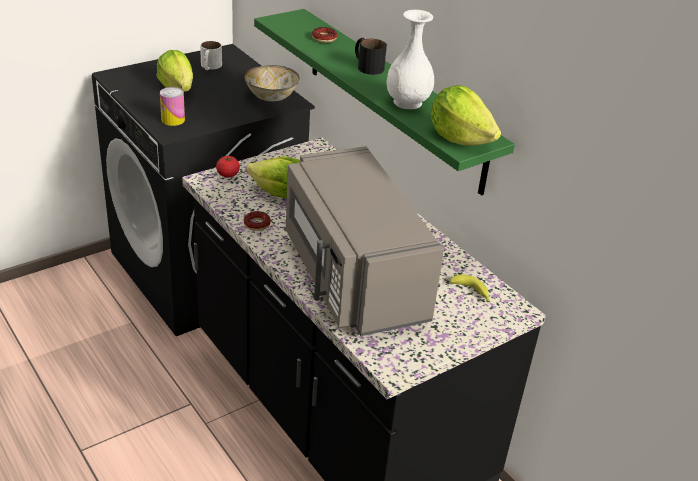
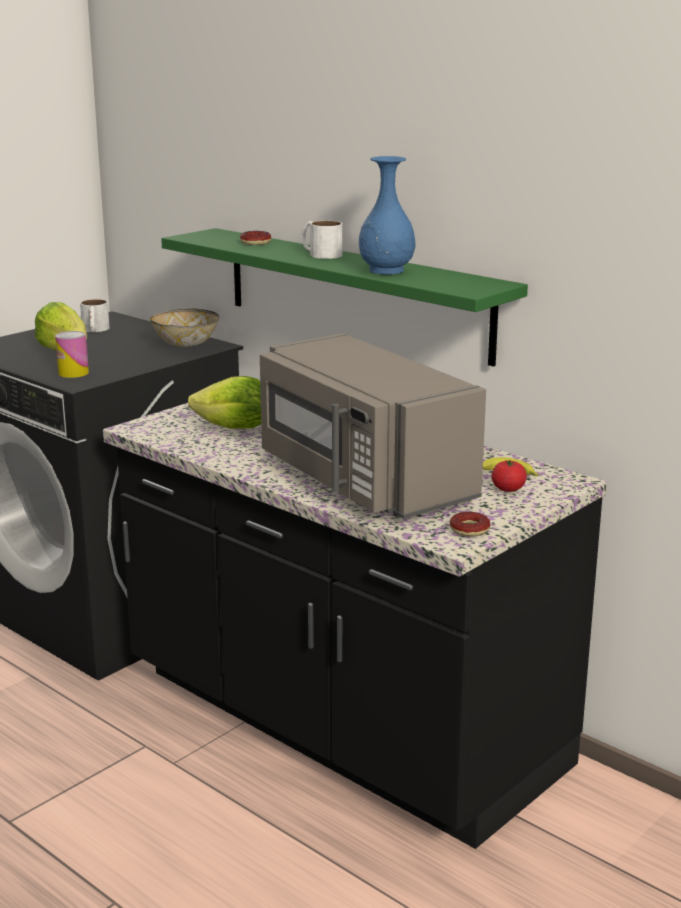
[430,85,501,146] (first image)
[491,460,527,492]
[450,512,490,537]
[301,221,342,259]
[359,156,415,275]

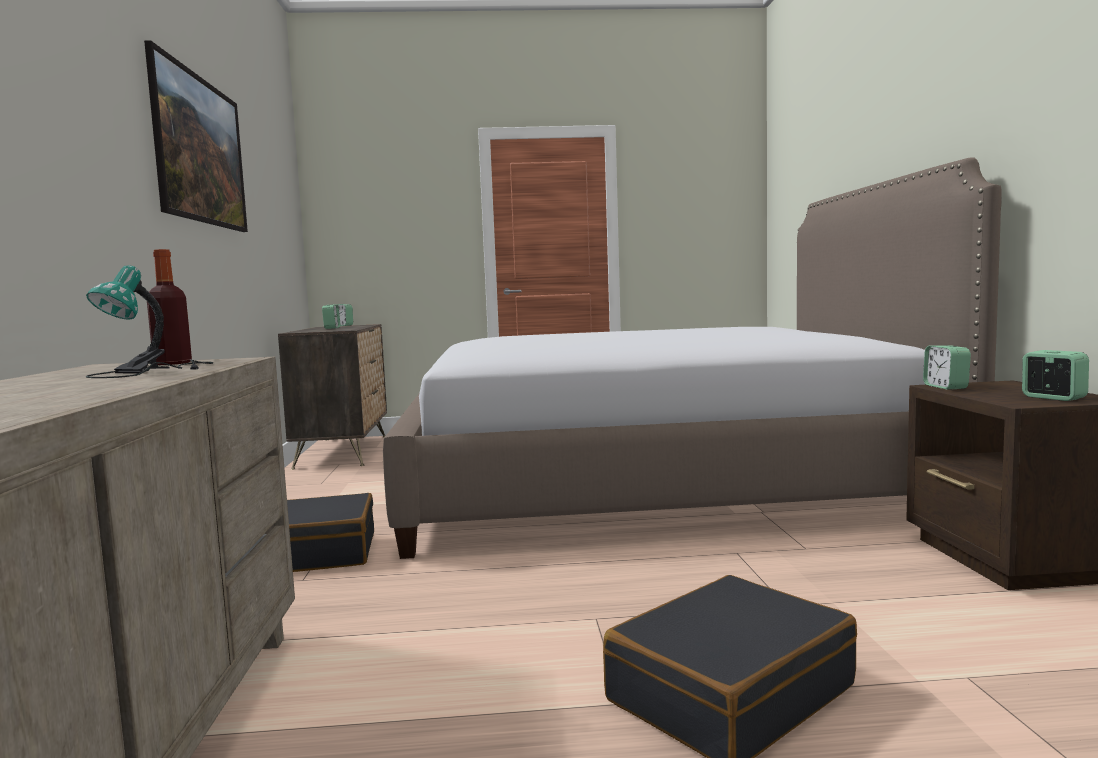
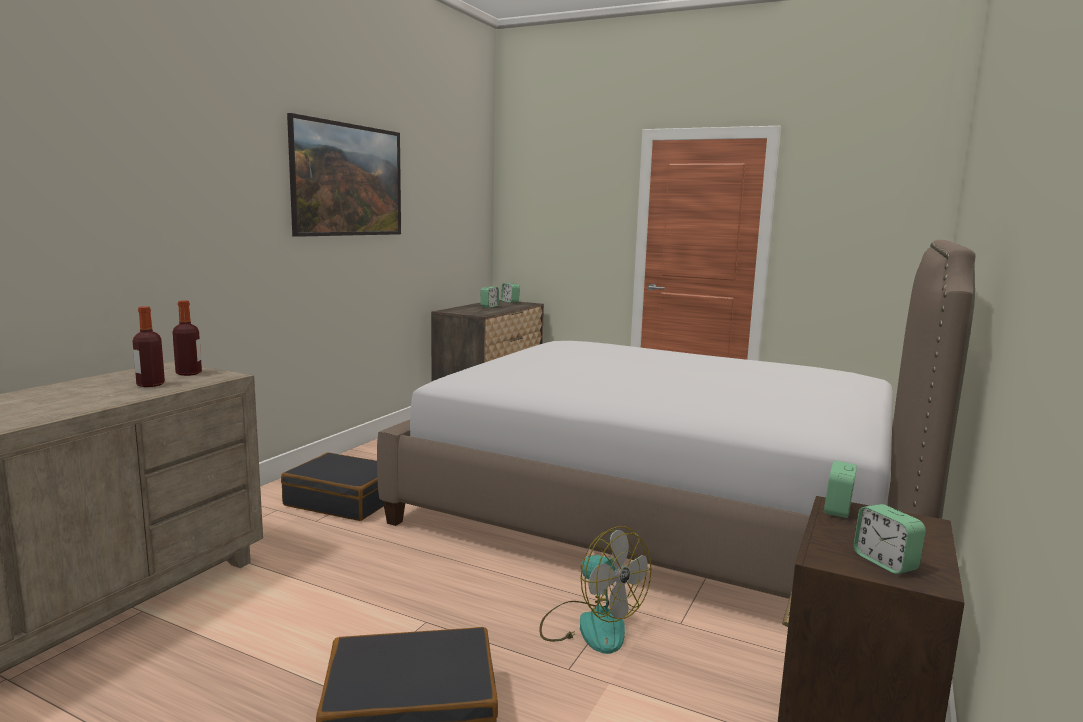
[539,526,651,654]
[133,306,165,387]
[853,504,926,574]

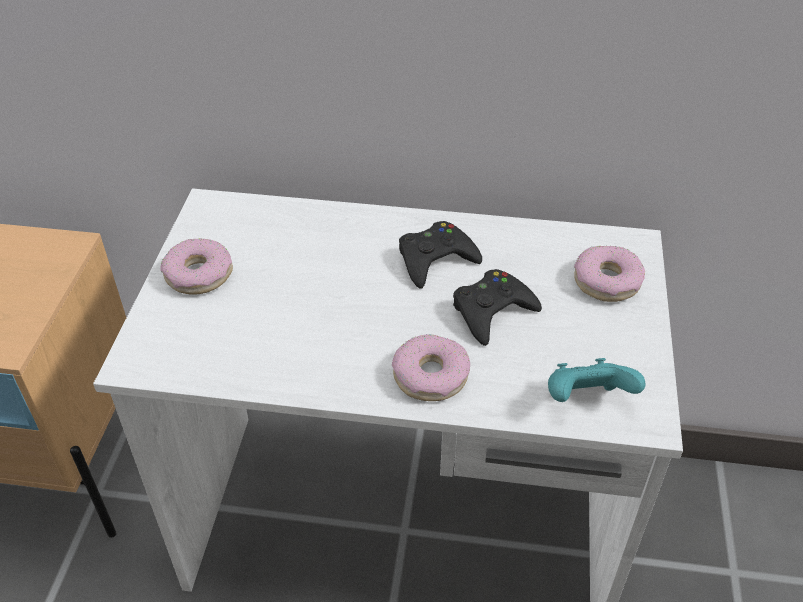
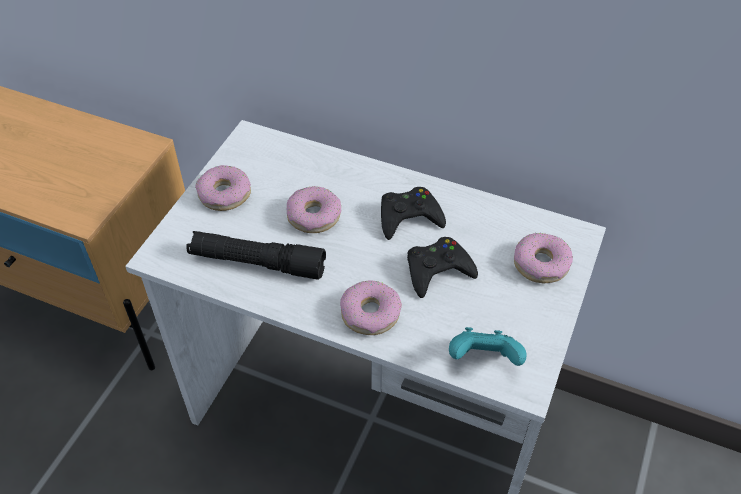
[186,231,326,280]
[287,186,341,233]

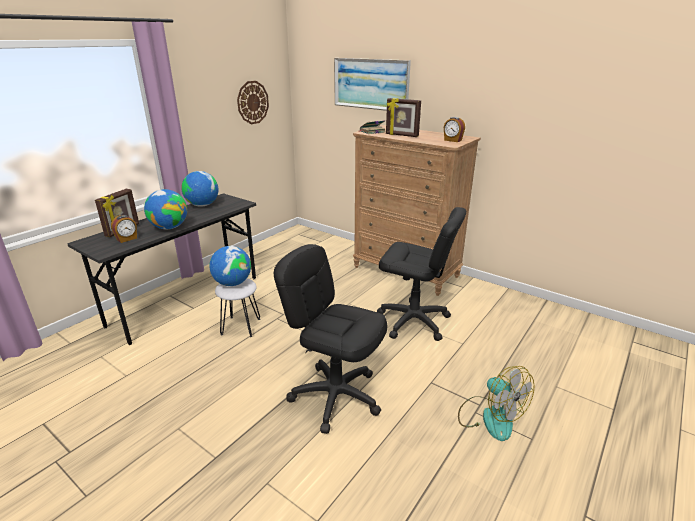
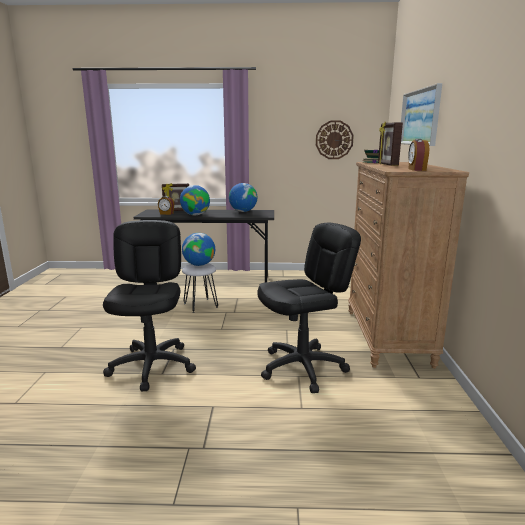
[458,366,534,441] (first image)
[257,223,361,393]

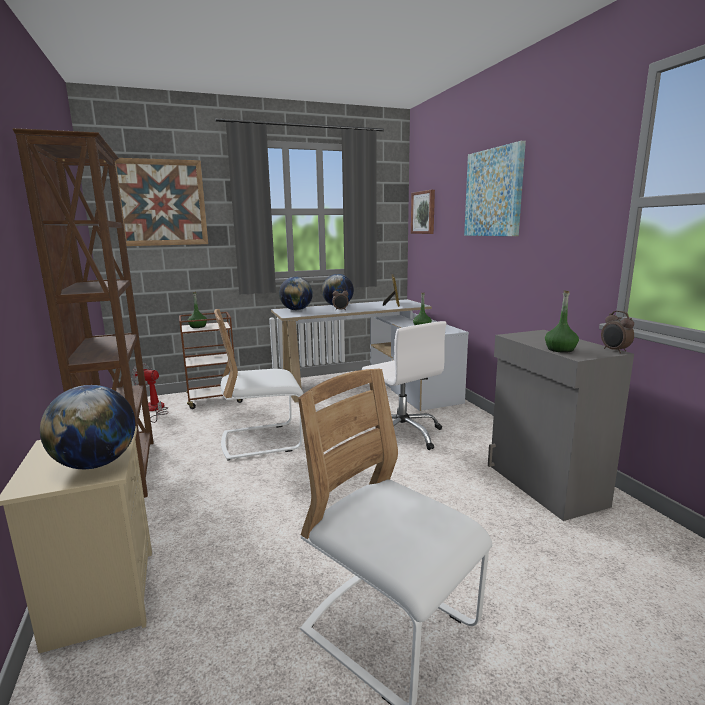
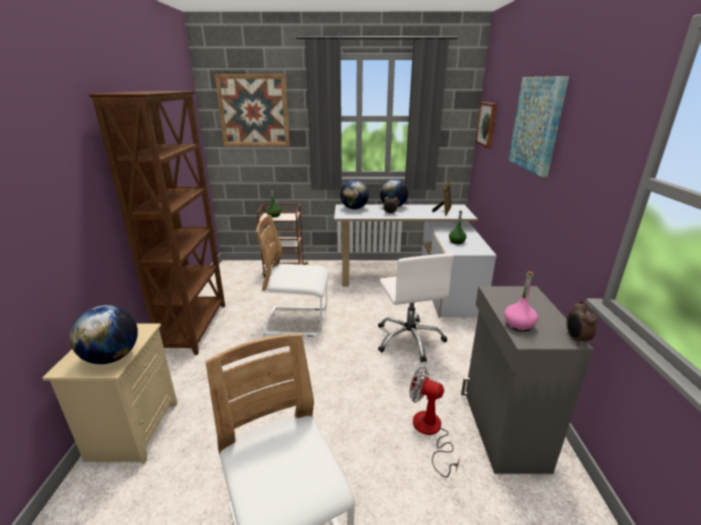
[409,367,460,478]
[504,271,538,331]

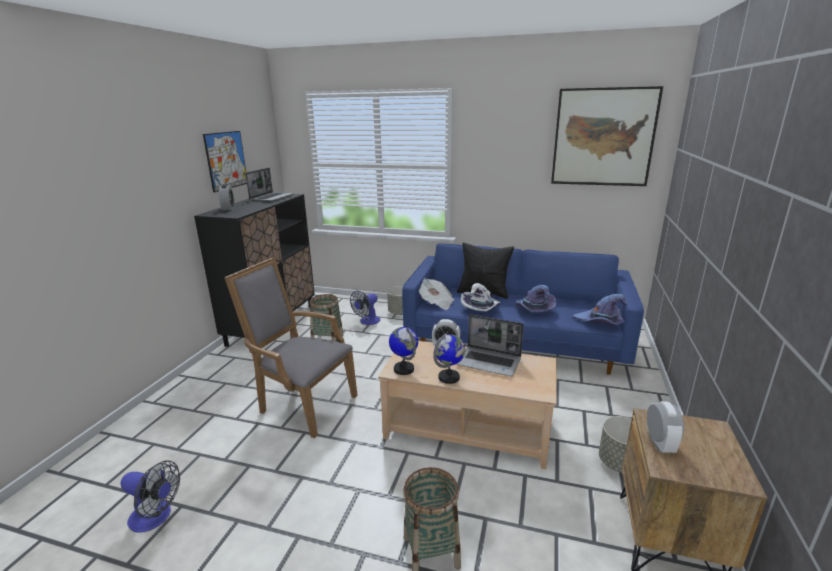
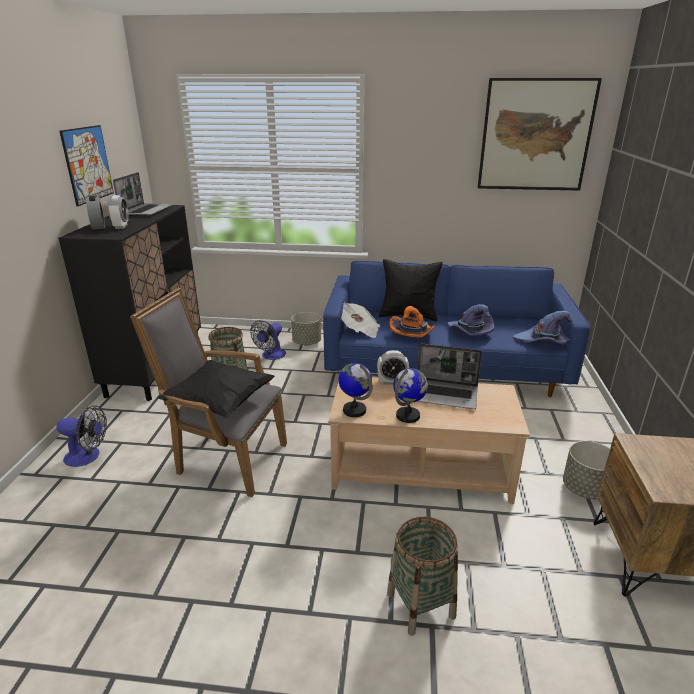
[157,360,275,418]
[57,405,107,467]
[107,195,128,229]
[390,306,435,337]

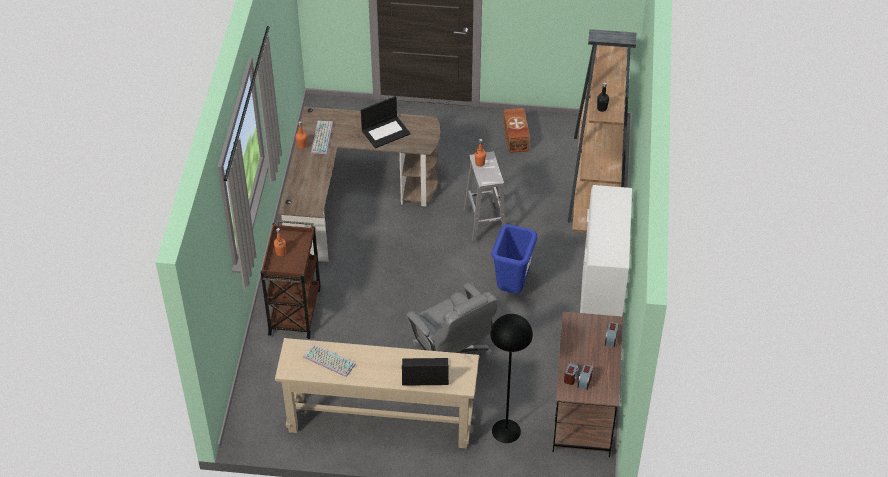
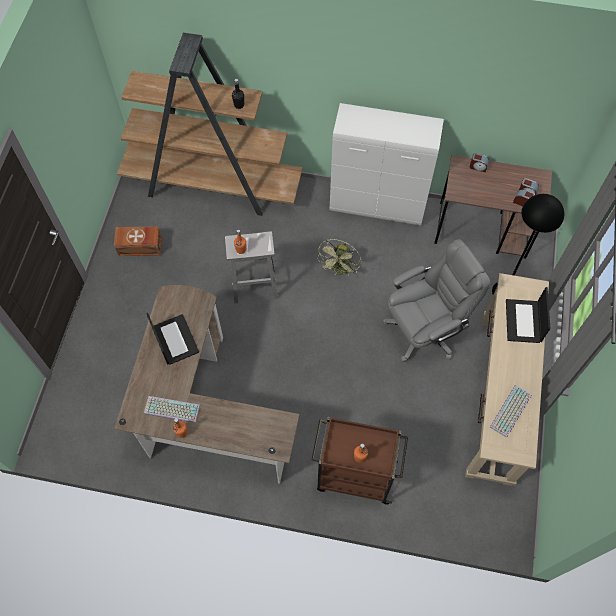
[317,239,361,277]

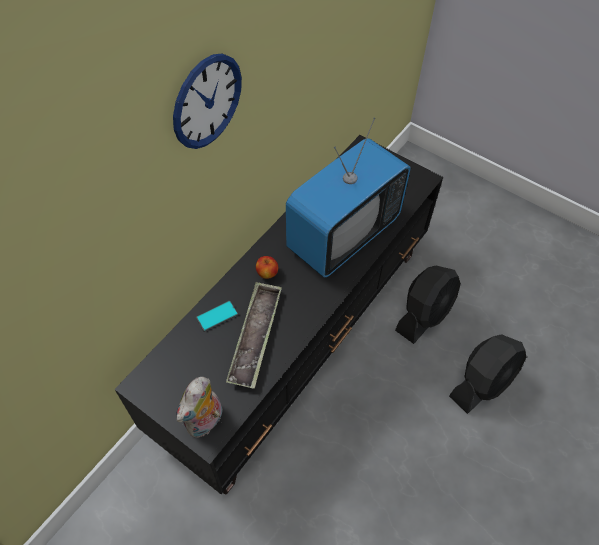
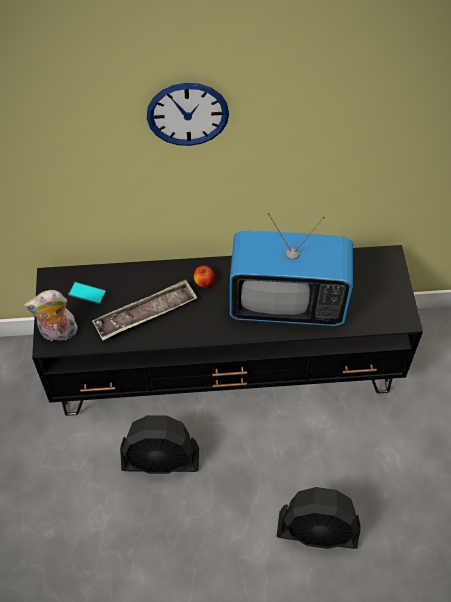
[68,282,106,305]
[120,415,199,474]

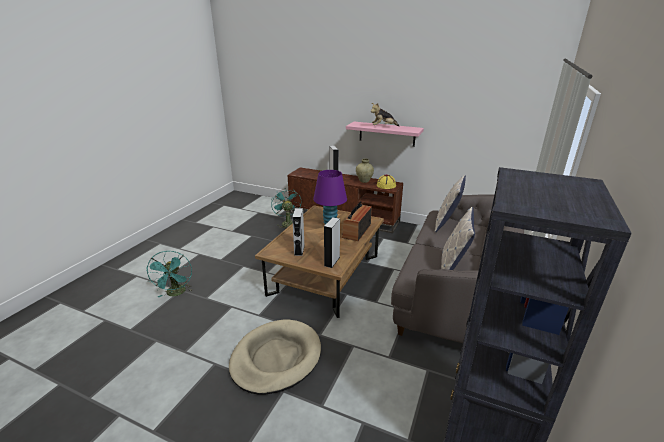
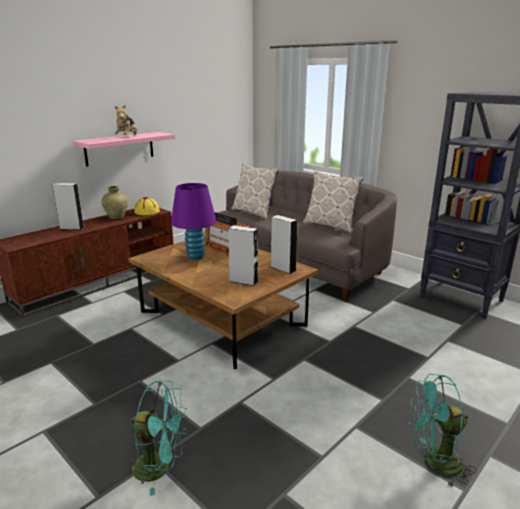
[229,319,321,394] (first image)
[409,374,477,486]

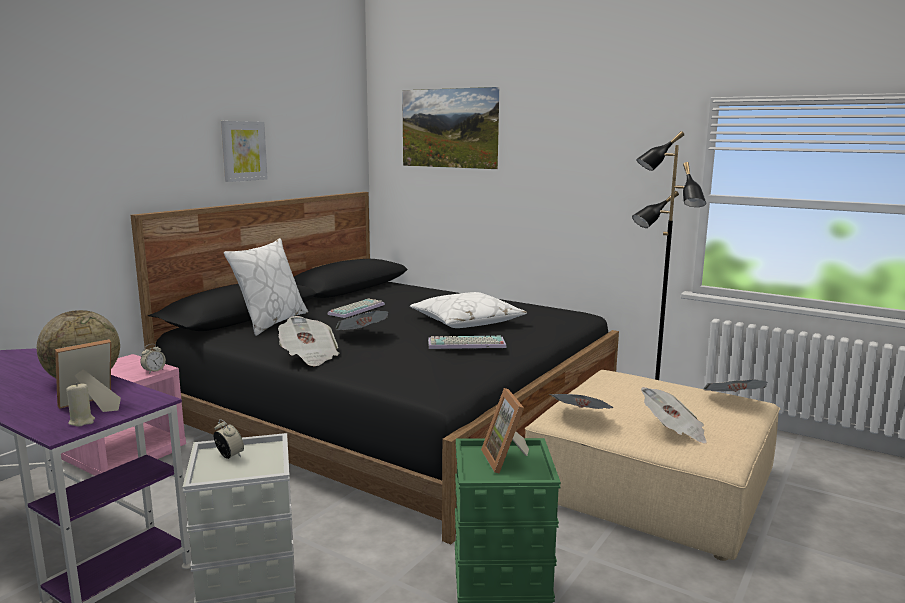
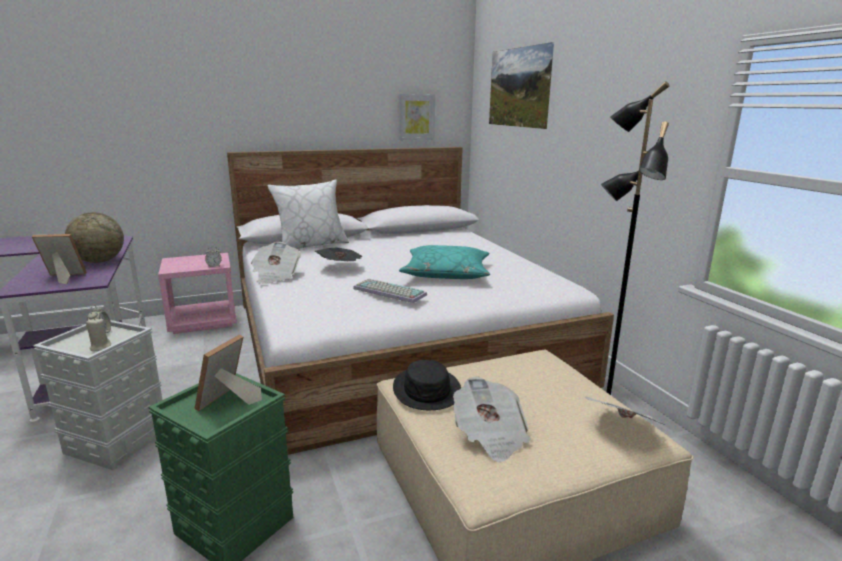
[327,299,385,318] (first image)
[86,318,111,351]
[399,94,435,140]
[393,360,461,410]
[227,147,614,455]
[399,245,490,279]

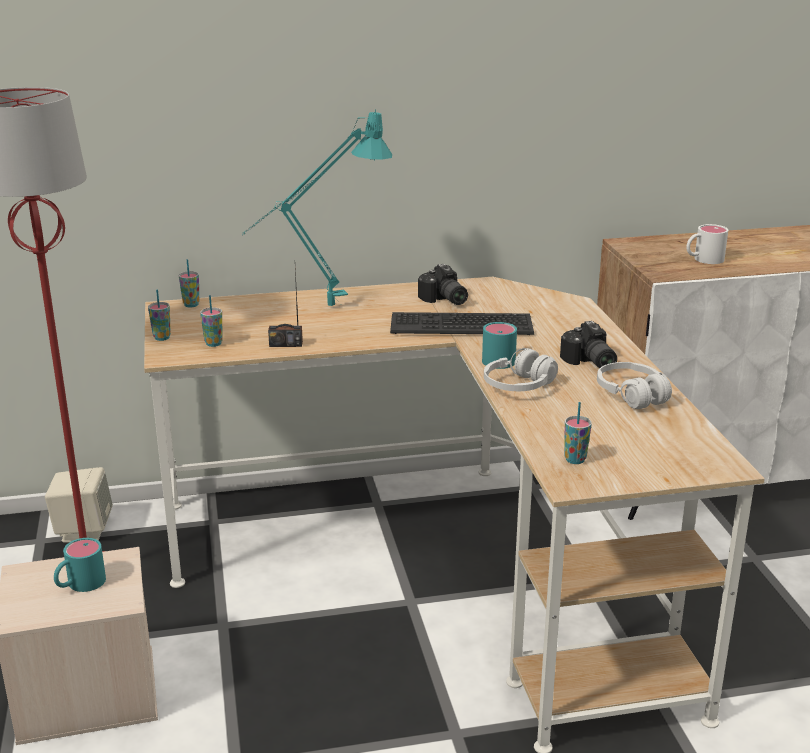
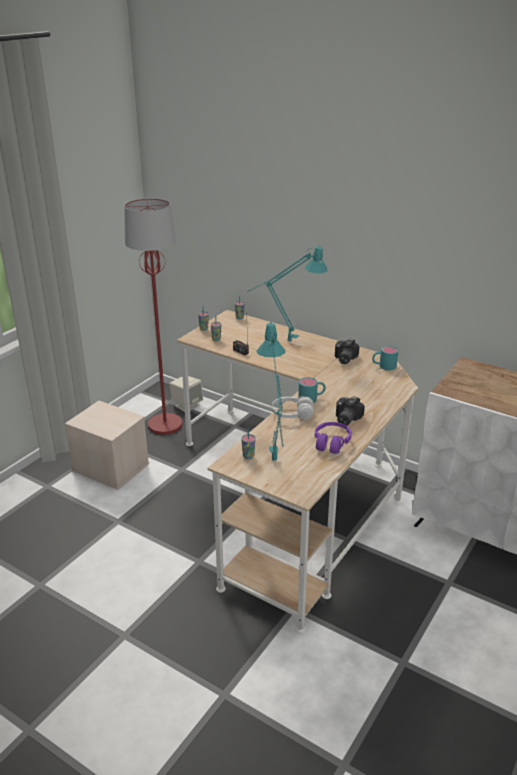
[390,312,534,335] (first image)
[686,224,728,264] (first image)
[256,323,286,461]
[372,346,398,370]
[315,422,352,454]

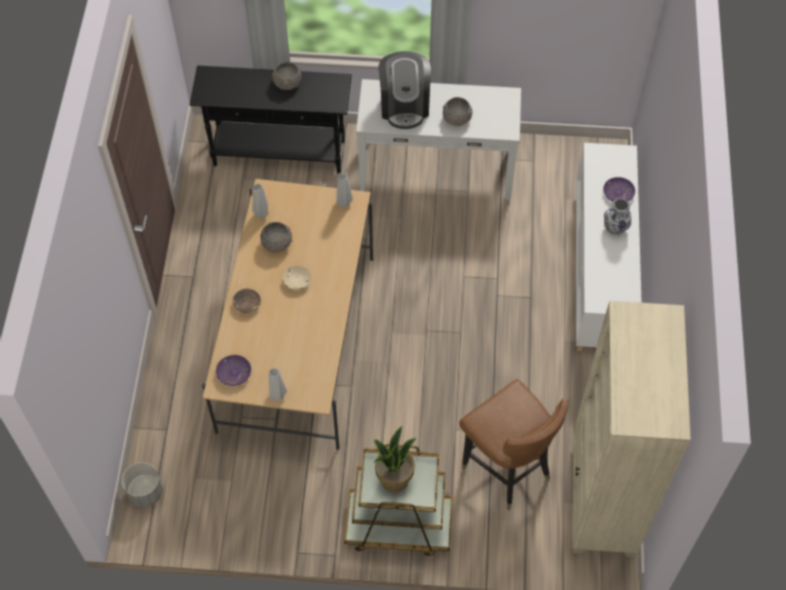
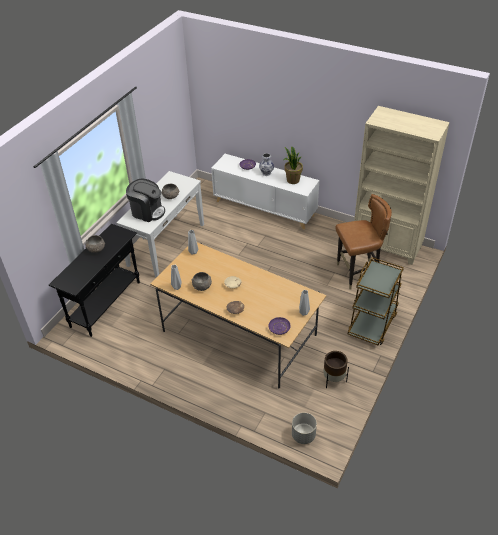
[323,351,349,389]
[284,147,303,184]

